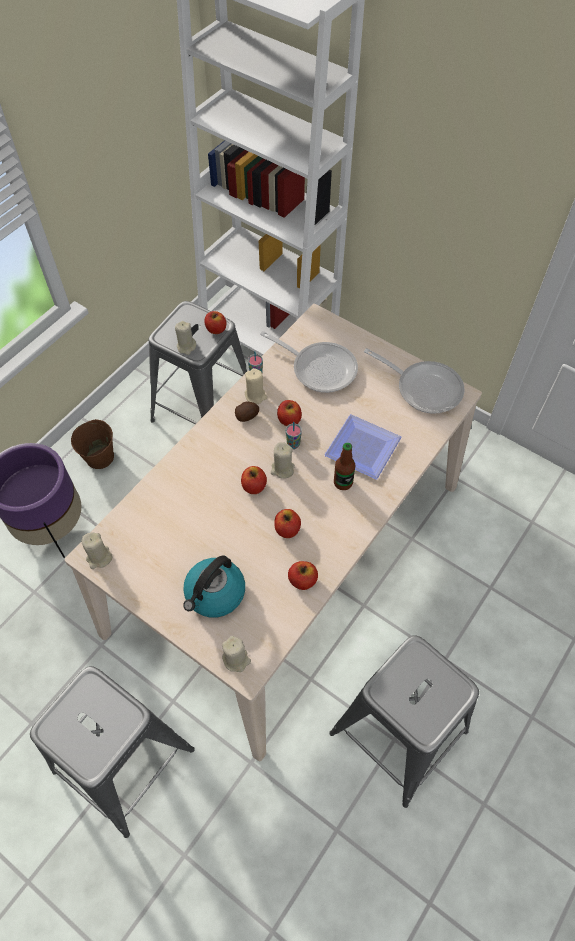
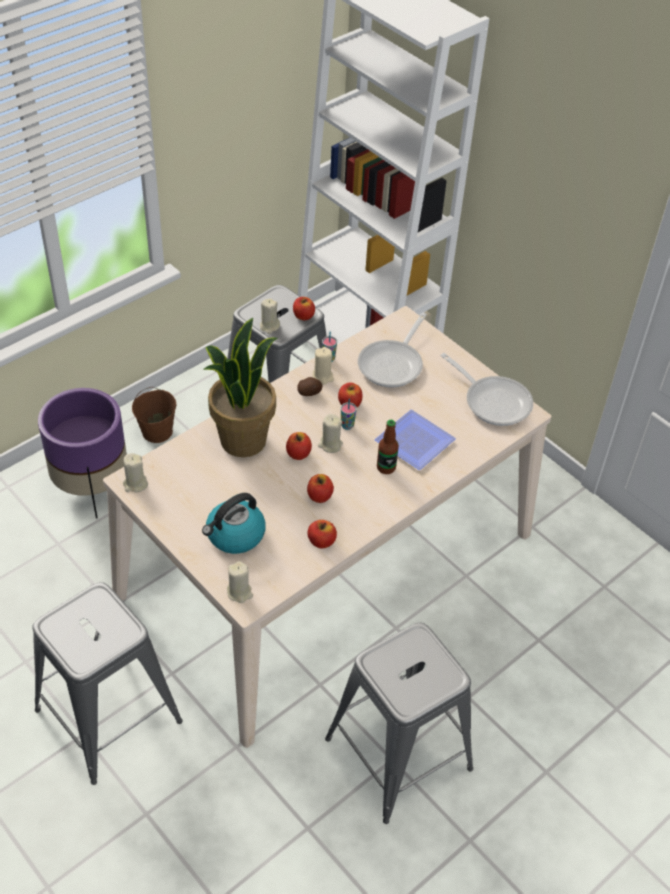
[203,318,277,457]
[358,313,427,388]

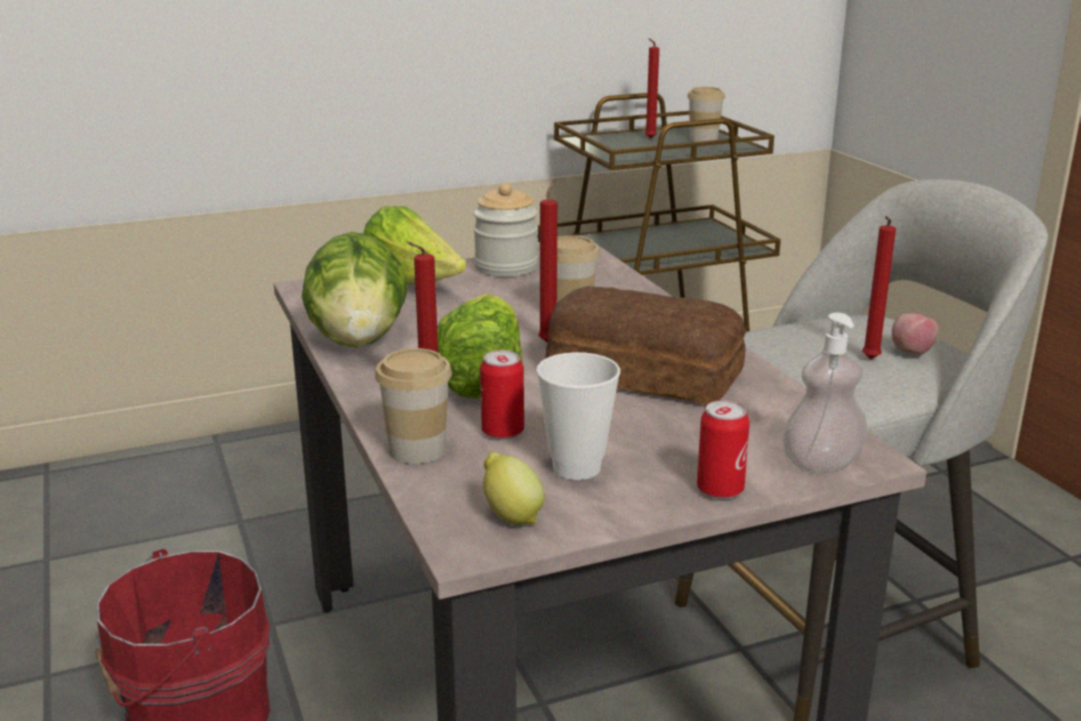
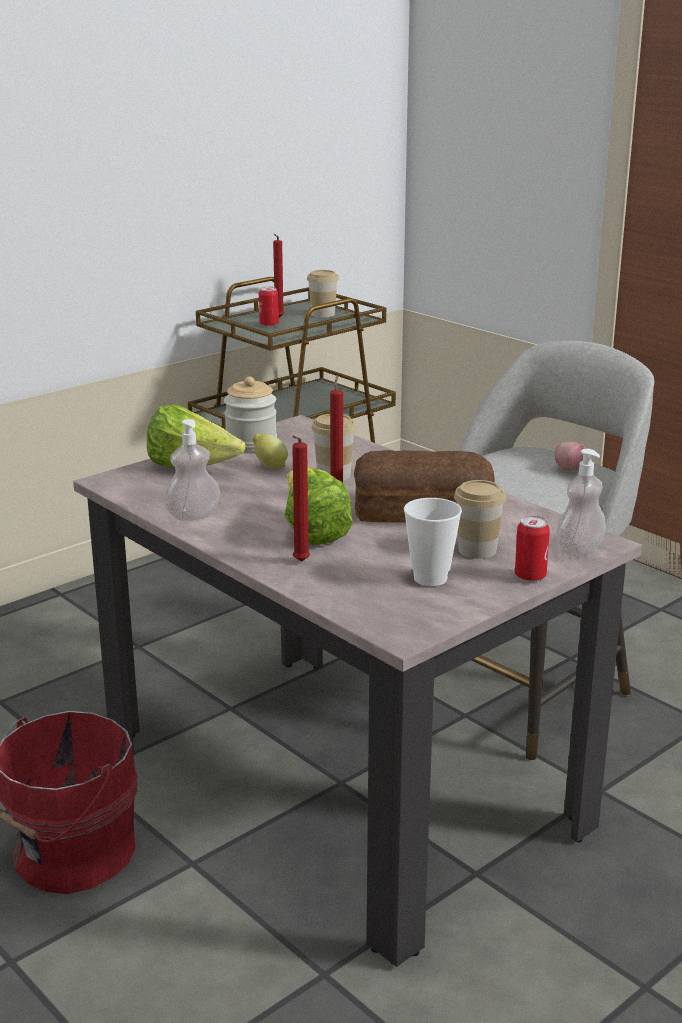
[862,216,896,359] (first image)
[454,480,506,559]
[259,287,279,327]
[253,434,288,469]
[164,419,220,521]

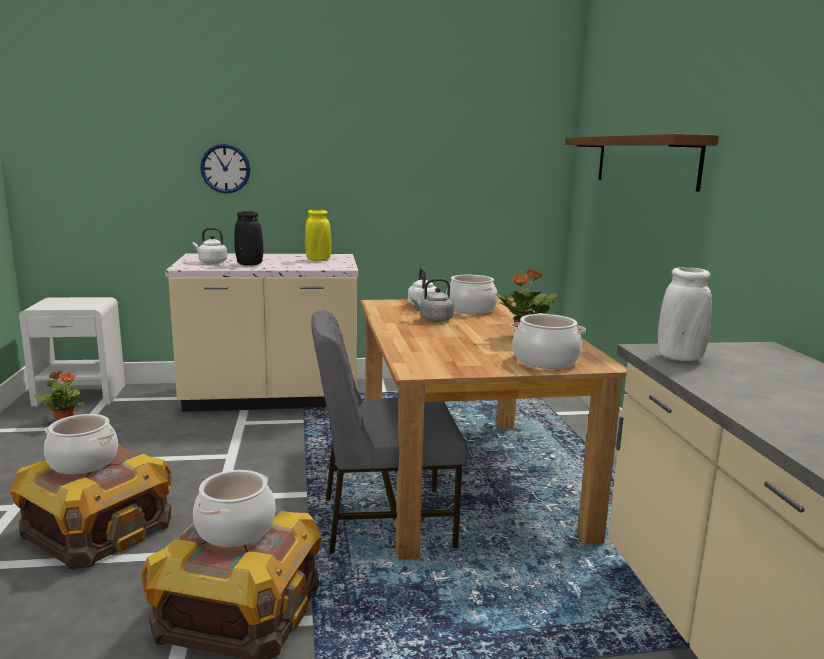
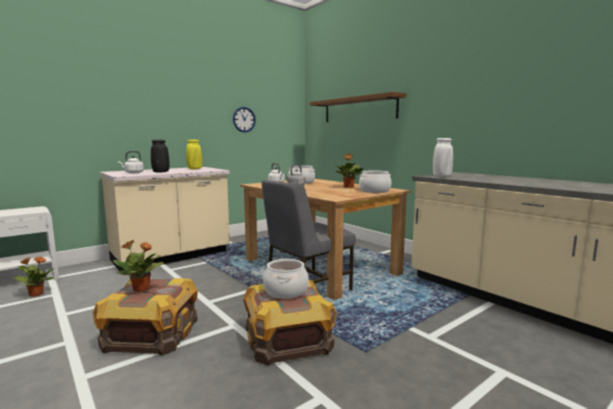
[233,107,256,132]
[113,240,164,292]

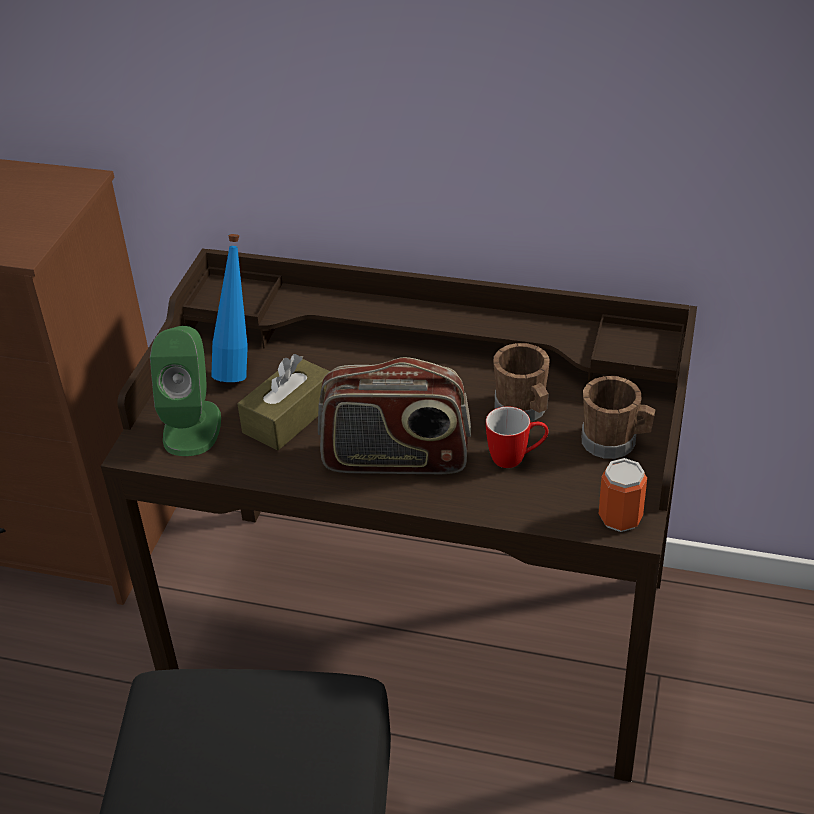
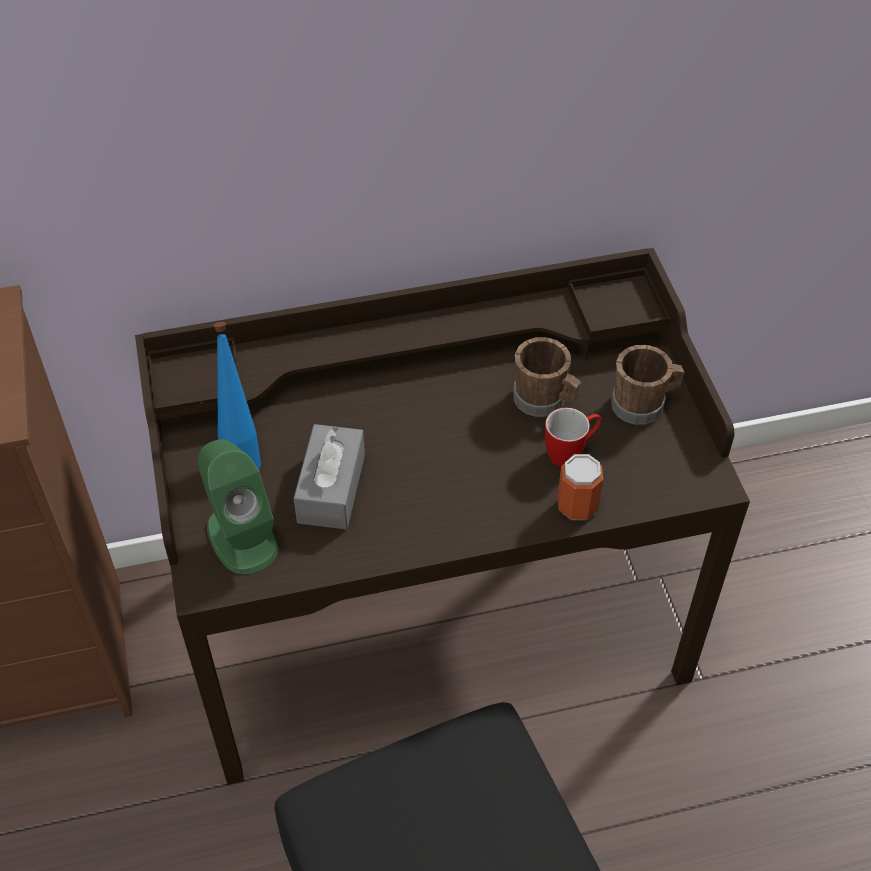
[318,357,471,474] (first image)
[558,454,603,520]
[294,424,365,529]

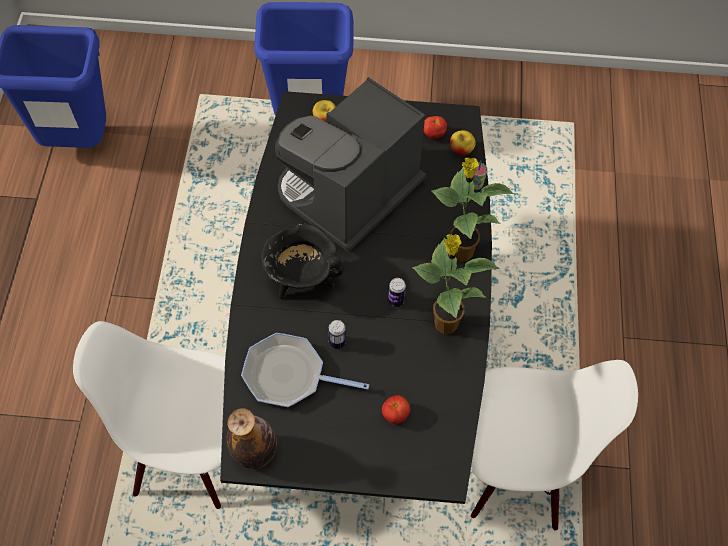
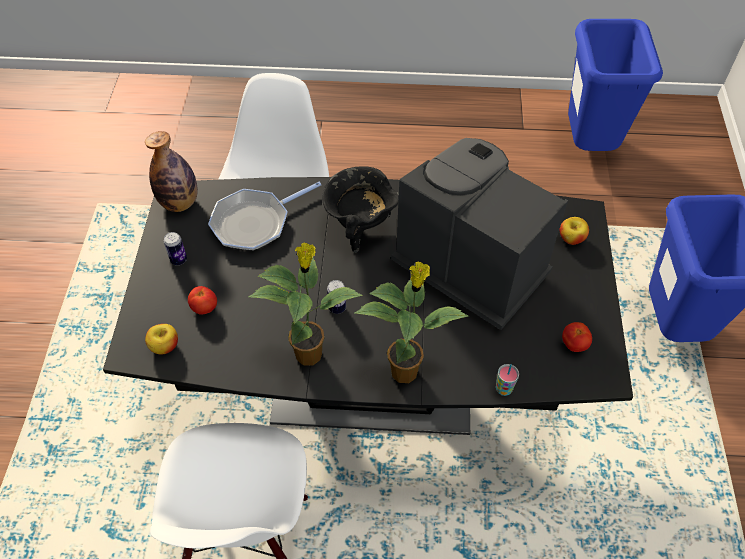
[164,232,187,265]
[145,324,178,354]
[208,182,321,251]

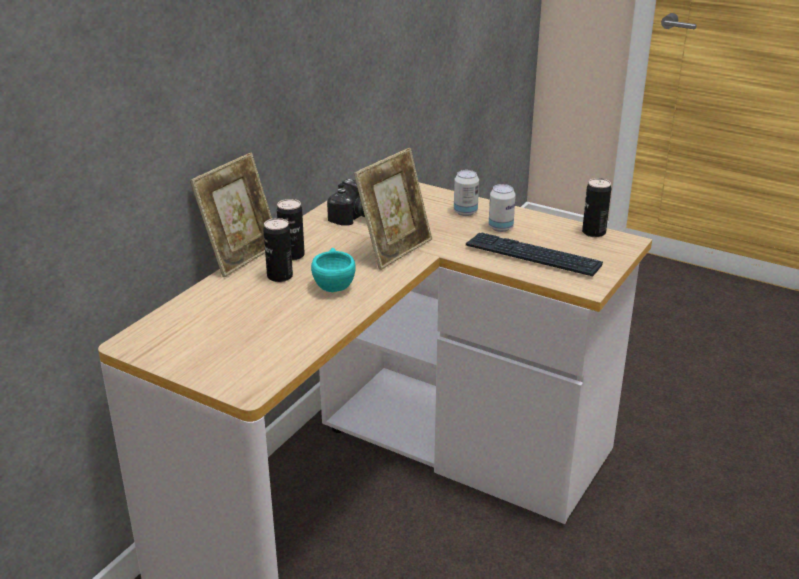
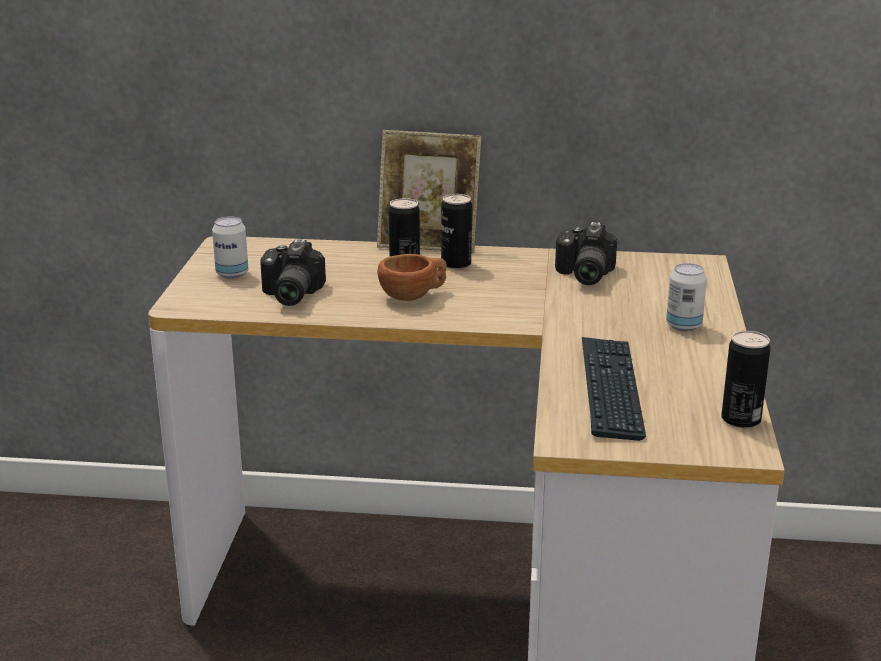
[354,148,432,270] (first image)
[260,239,326,306]
[212,216,248,279]
[378,254,447,301]

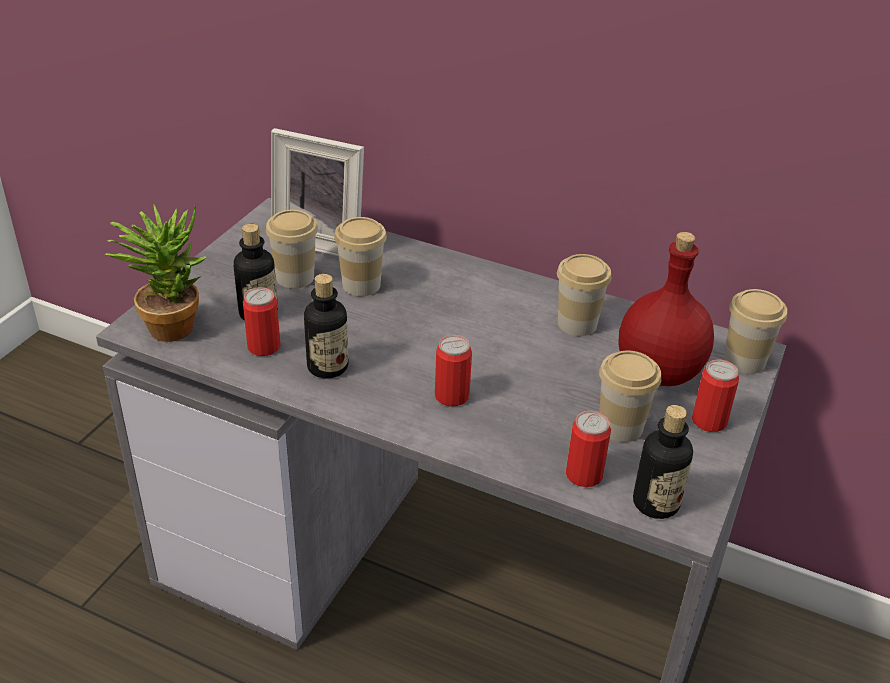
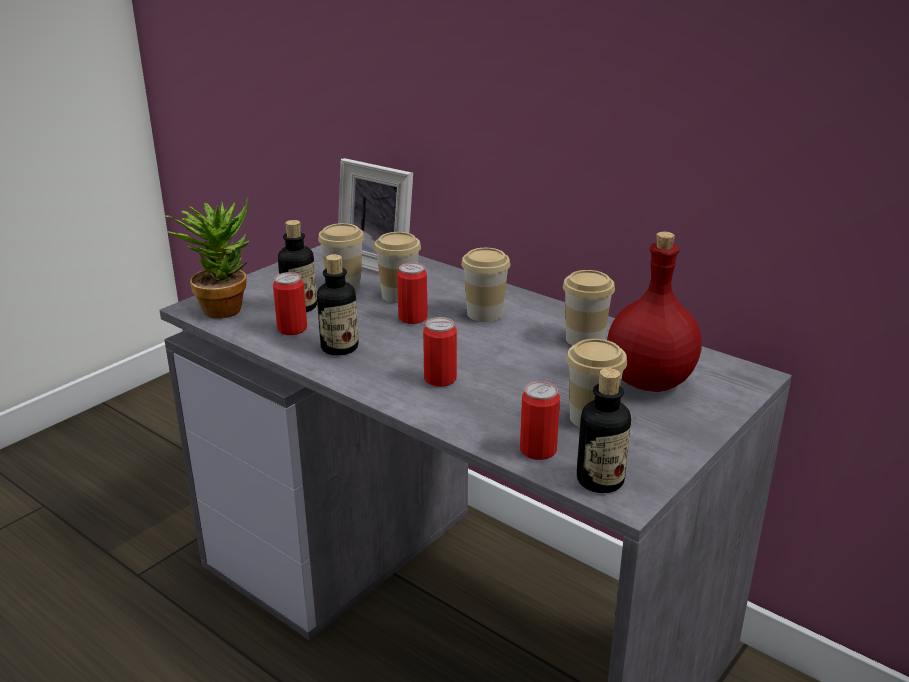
[397,262,428,324]
[461,248,510,322]

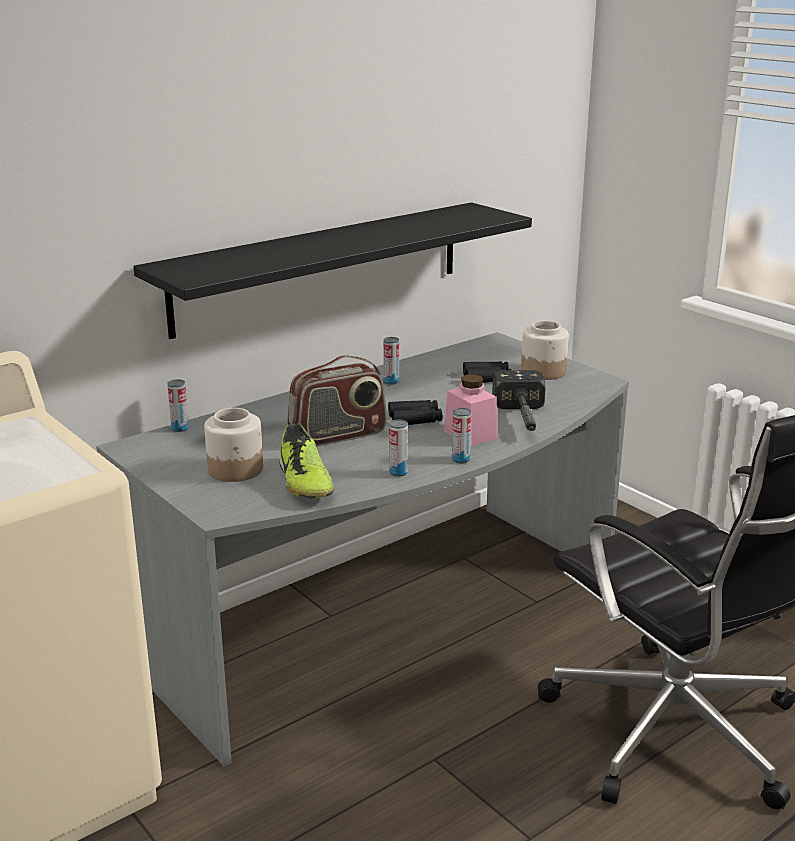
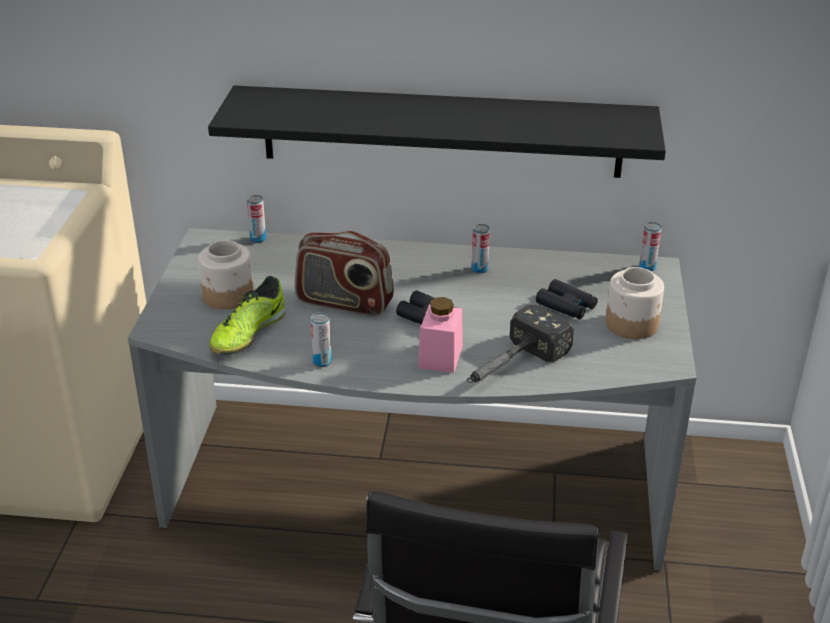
[639,222,661,271]

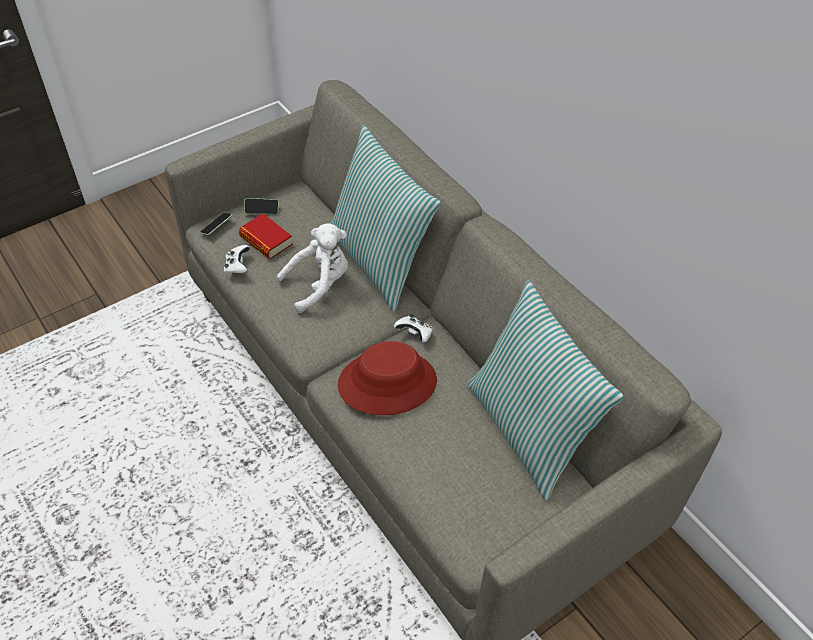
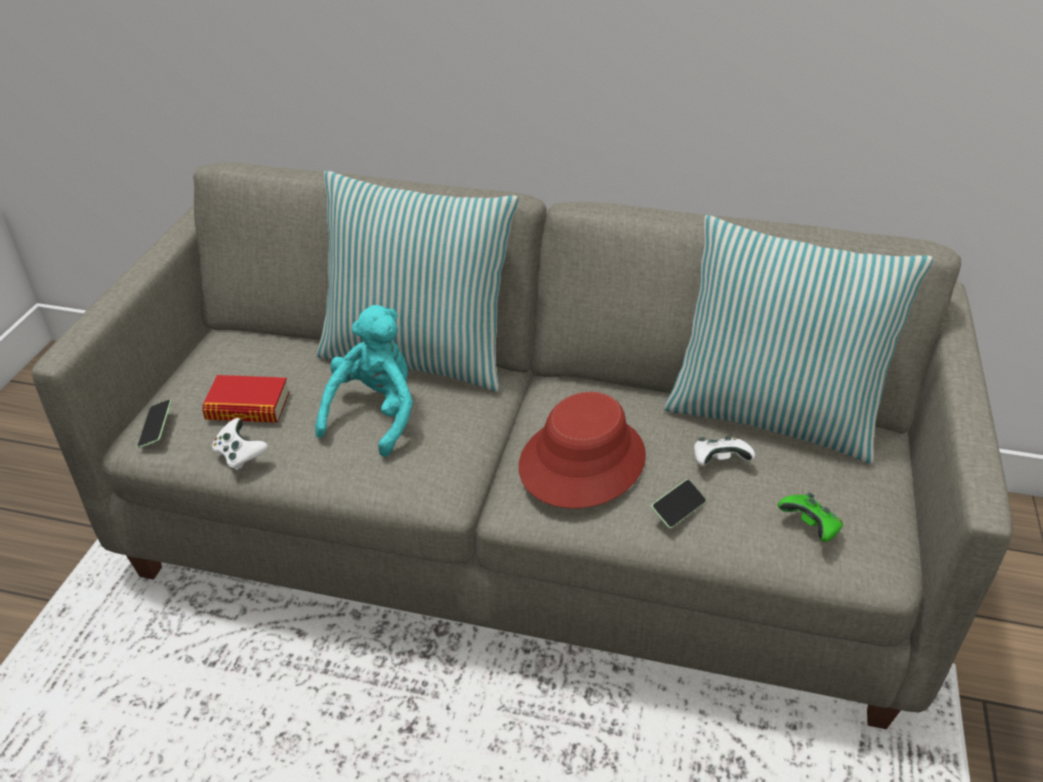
[778,492,843,542]
[651,479,706,529]
[694,436,755,466]
[315,305,413,457]

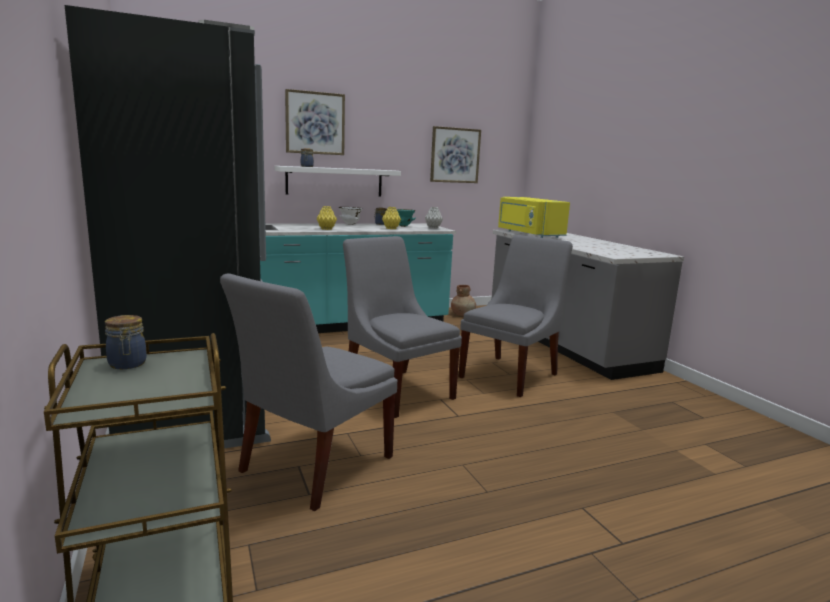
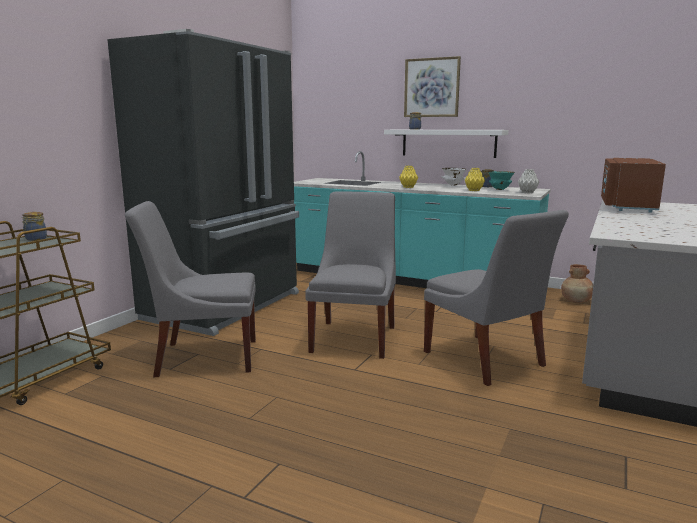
[430,126,481,183] (first image)
[601,158,666,213]
[424,210,569,386]

